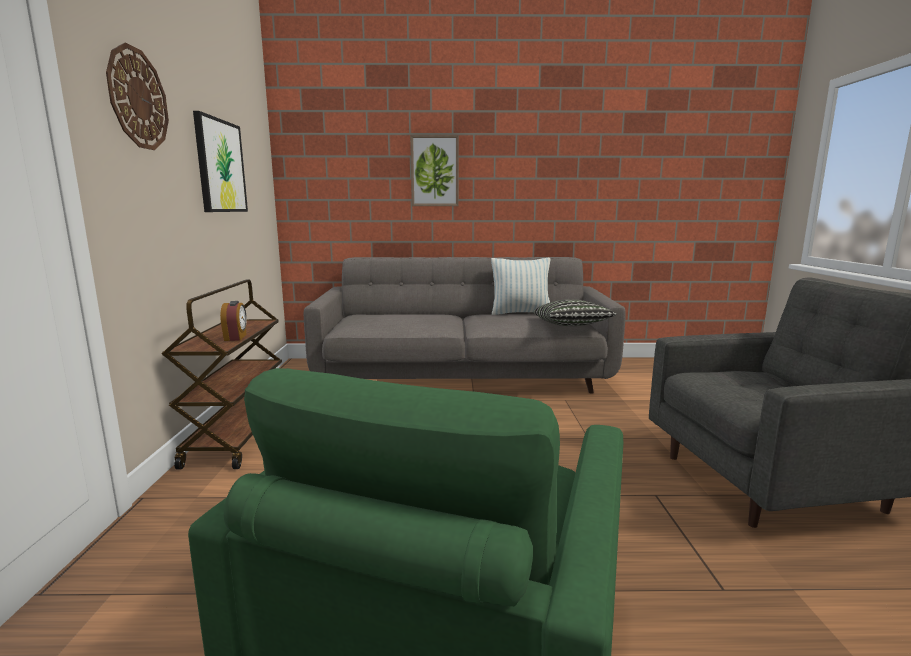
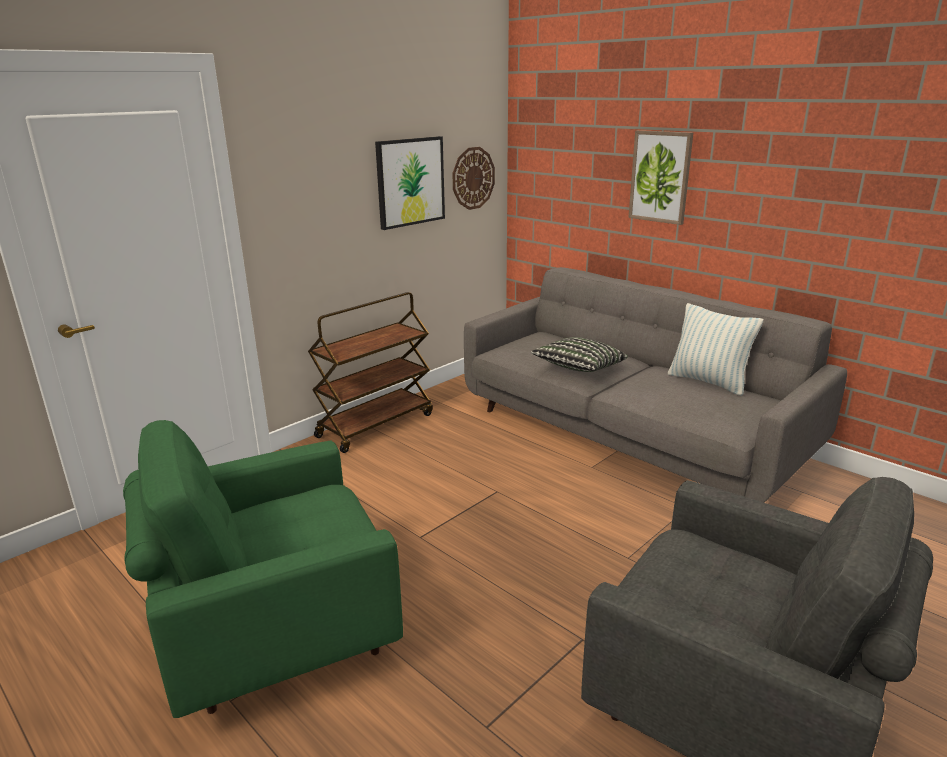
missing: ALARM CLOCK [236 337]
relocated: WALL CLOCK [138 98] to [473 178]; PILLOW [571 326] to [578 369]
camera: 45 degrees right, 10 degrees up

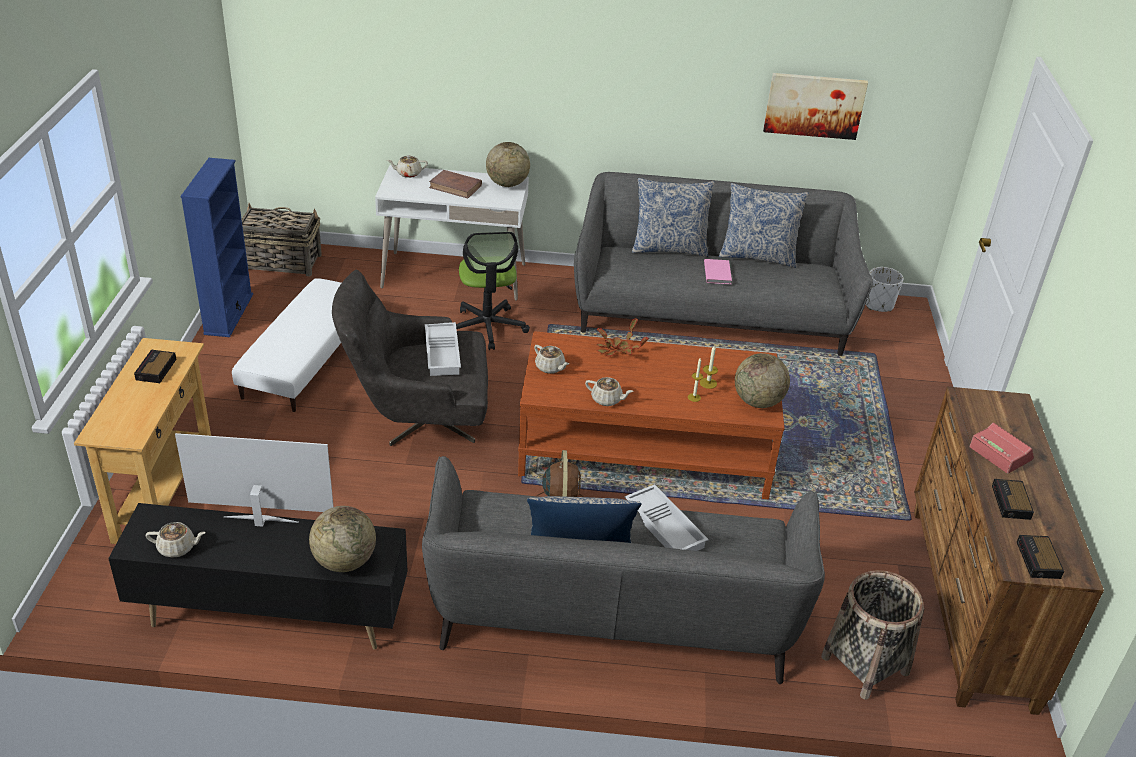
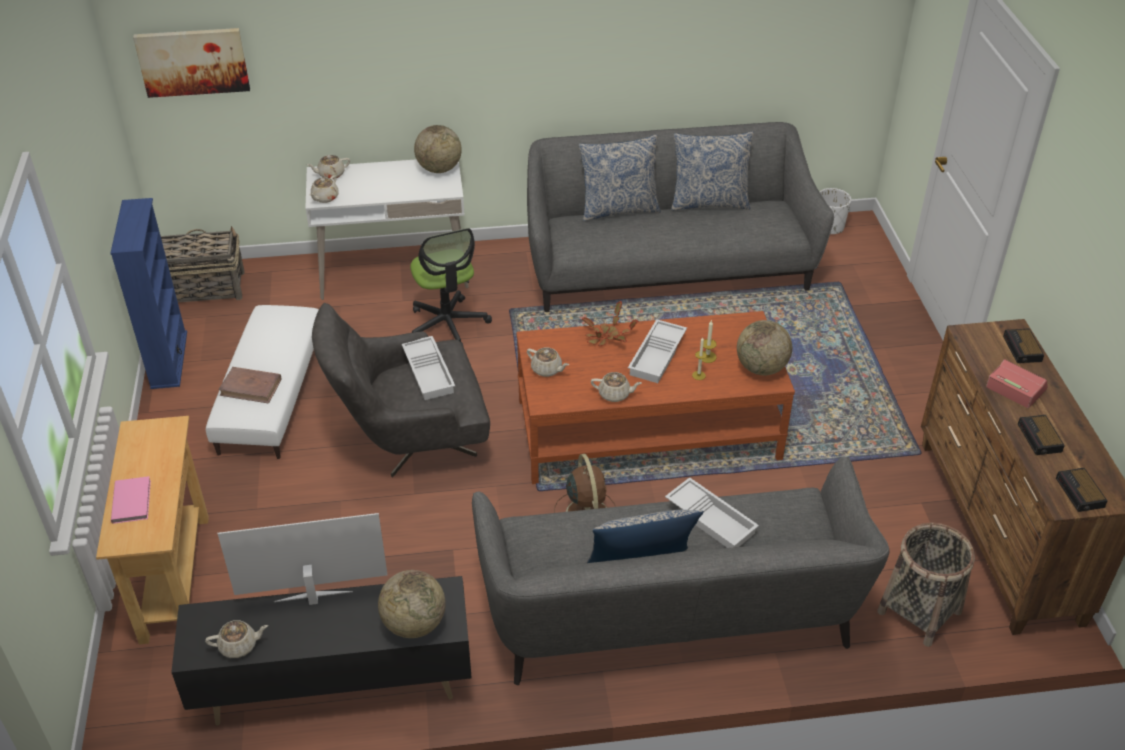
appeared: BEIGE TEAPOT [324 198]; WHITE TRAY [658 356]
relocated: ALARM CLOCK [155 370] to [1022 349]; BROWN BOOK [455 187] to [251 387]; PINK BOOK [718 273] to [133 501]; PICTURE [814 105] to [193 61]
camera: 10 degrees left, 5 degrees up

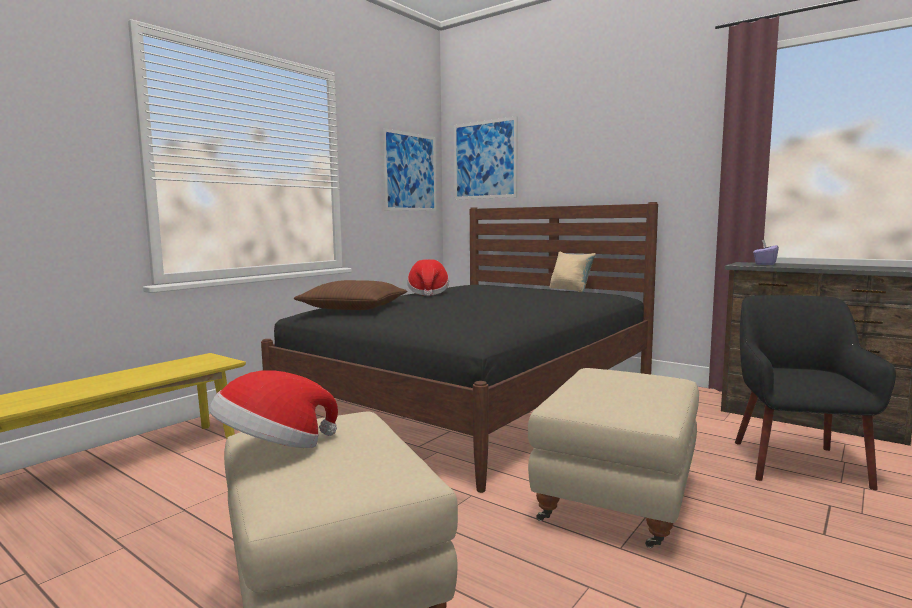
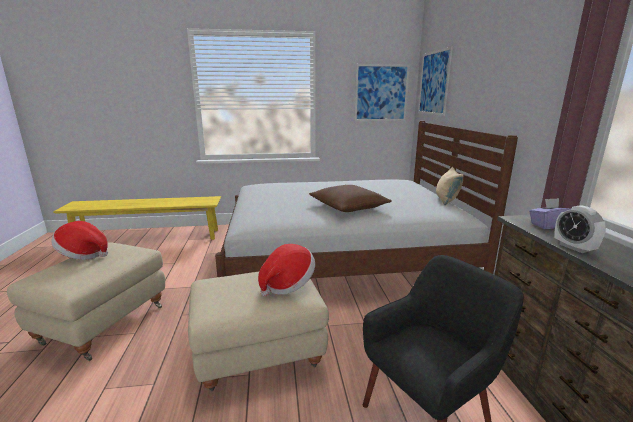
appeared: ALARM CLOCK [574 247]
relocated: BROWN PILLOW [353 308] to [348 206]; HAT [428 293] to [287 284]
colour: BLACK BED [476 398] to WHITE BED [341 259]
camera: 45 degrees right, 10 degrees up

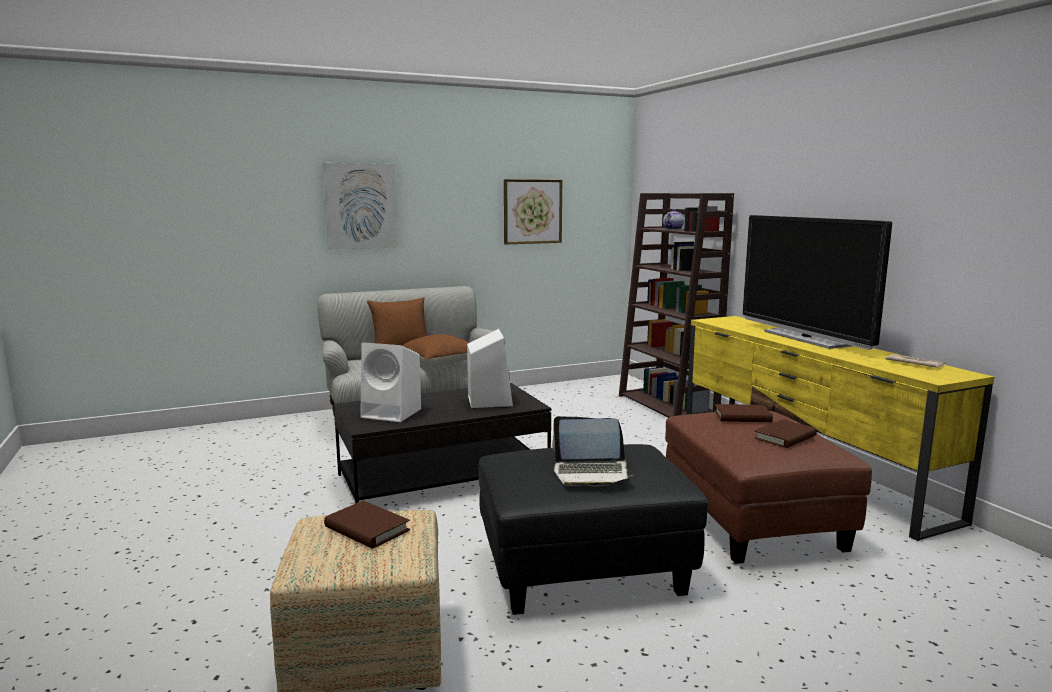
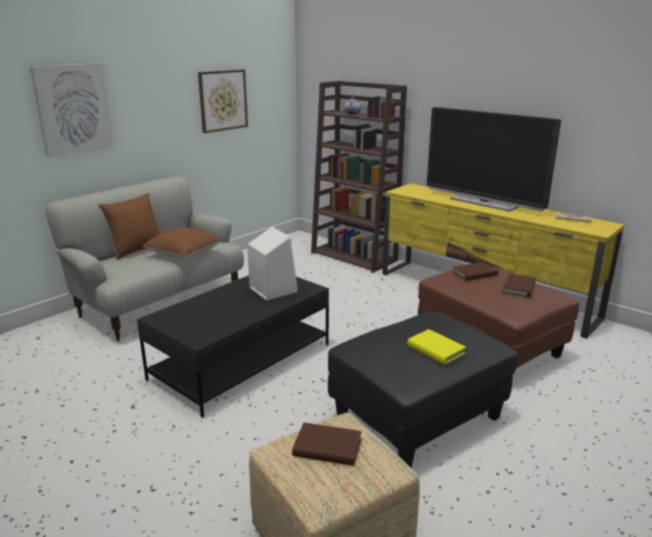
missing: WHITE SPEAKER [393 413]
exchanged: LAPTOP [591 473] to YELLOW BOOK [435 349]
camera: 25 degrees left, 10 degrees up

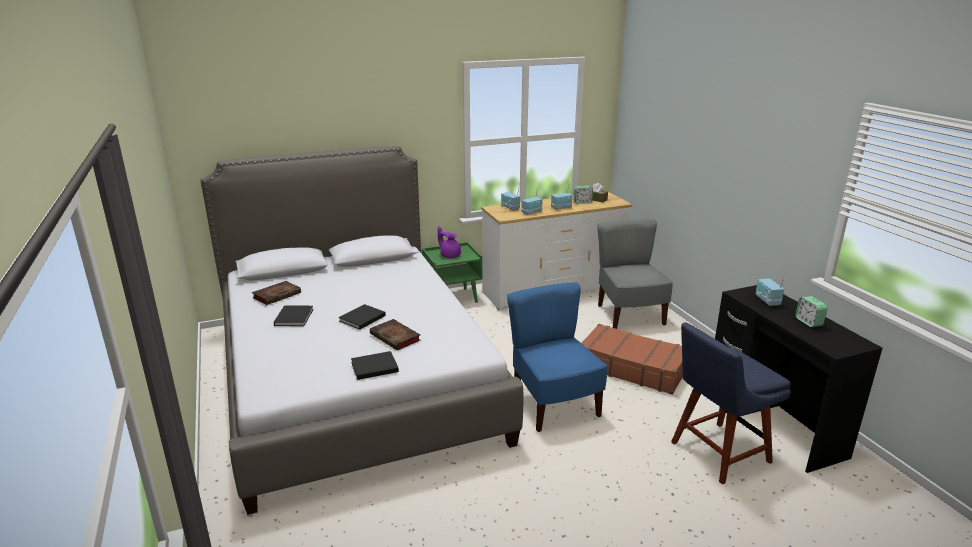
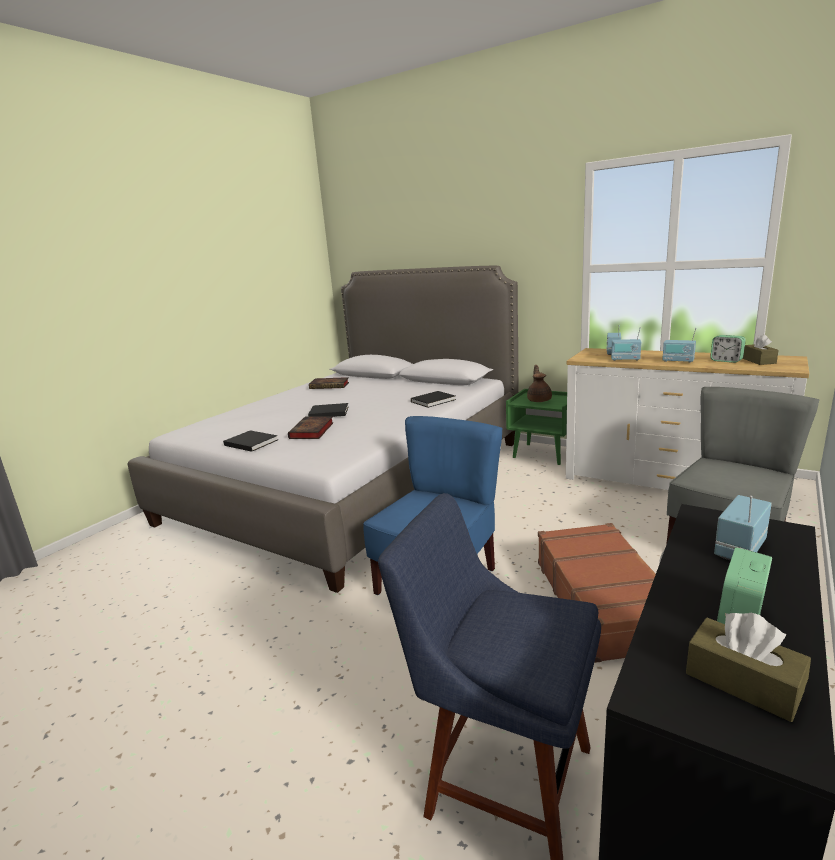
appeared: BROWN TISSUE BOX [743 682]
relocated: BLACK BOOK [294 316] to [434 400]
colour: PURPLE TEAPOT [450 255] to BROWN TEAPOT [539 400]
camera: 55 degrees right, 5 degrees down

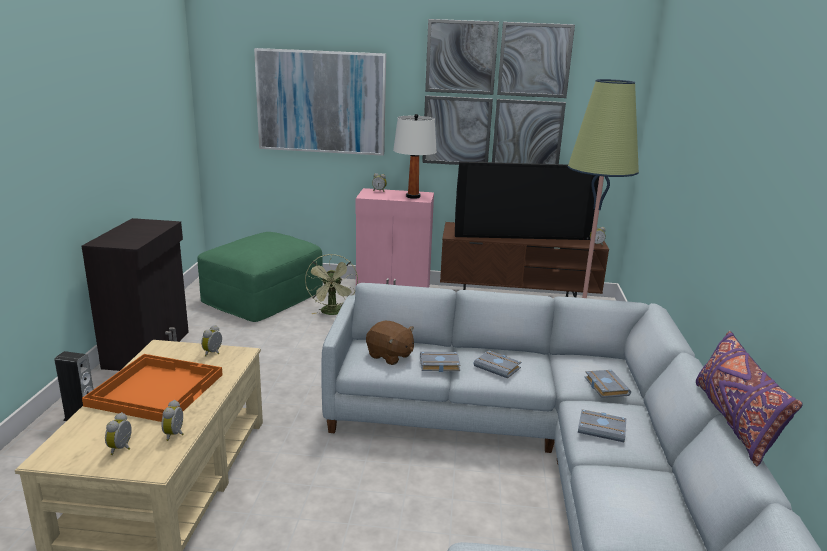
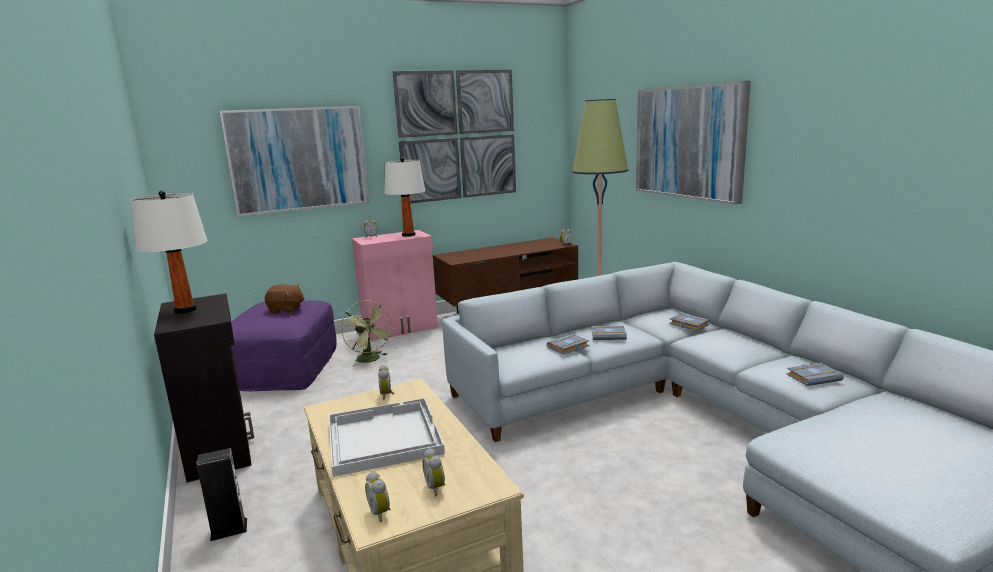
missing: TELEVISION [522 236]; PURPLE PILLOW [734 421]
appeared: WHITE TABLE LAMP [185 310]; PICTURE [689 142]
relocated: ALARM CLOCK [176 434] to [381 513]; BROWN PLUSH TOY [390 356] to [286 310]; GREY BOOK [602 429] to [813 377]
colour: ORANGE TRAY [156 389] to WHITE TRAY [382 437]; GREEN OTTOMAN [263 296] to PURPLE OTTOMAN [282 367]
camera: 30 degrees left, 5 degrees down

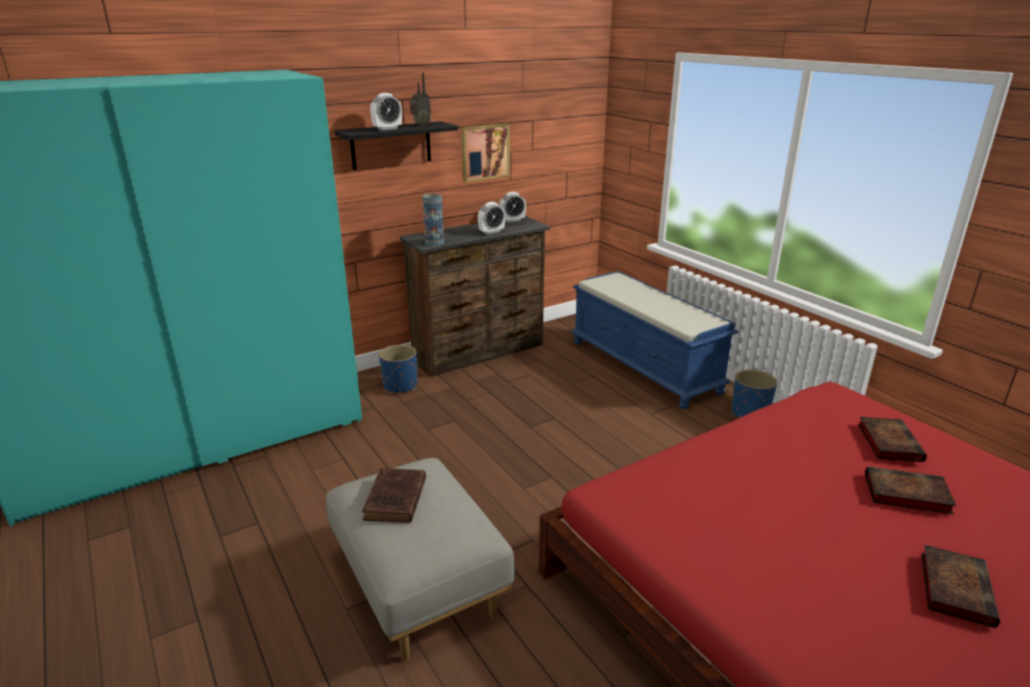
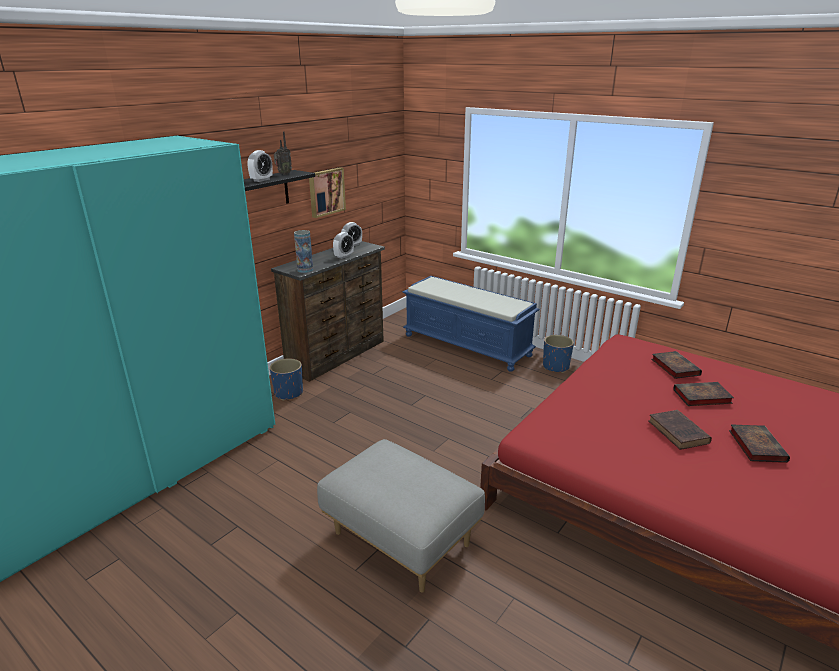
relocated: BROWN BOOK [395 500] to [679 433]
camera: 20 degrees left, 0 degrees up

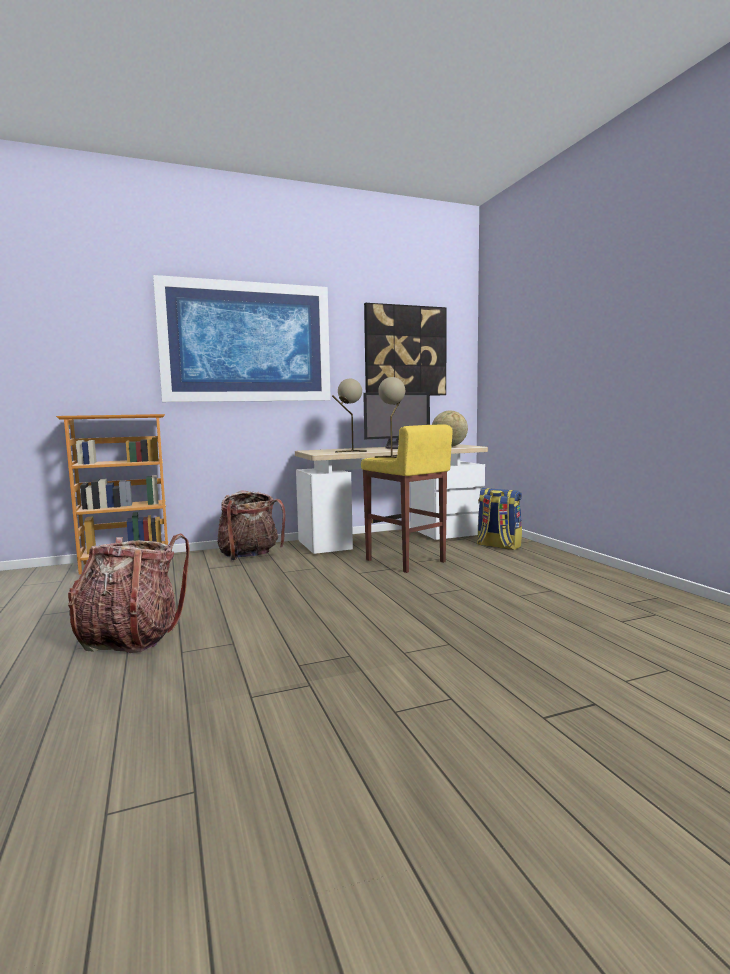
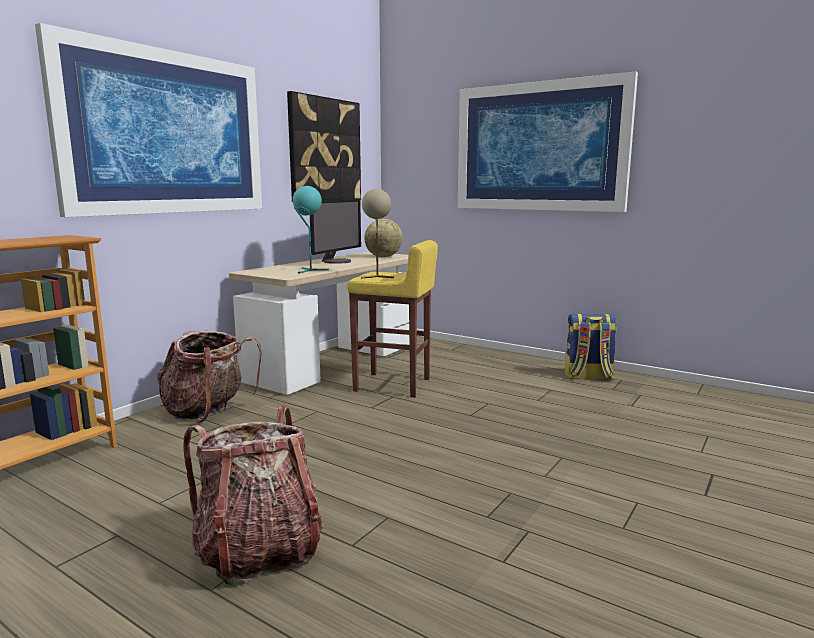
appeared: PICTURE [539 147]
relocated: BACKPACK [498 546] to [588 377]
colour: BEIGE TABLE LAMP [350 451] to TURQUOISE TABLE LAMP [309 271]
camera: 35 degrees left, 5 degrees up

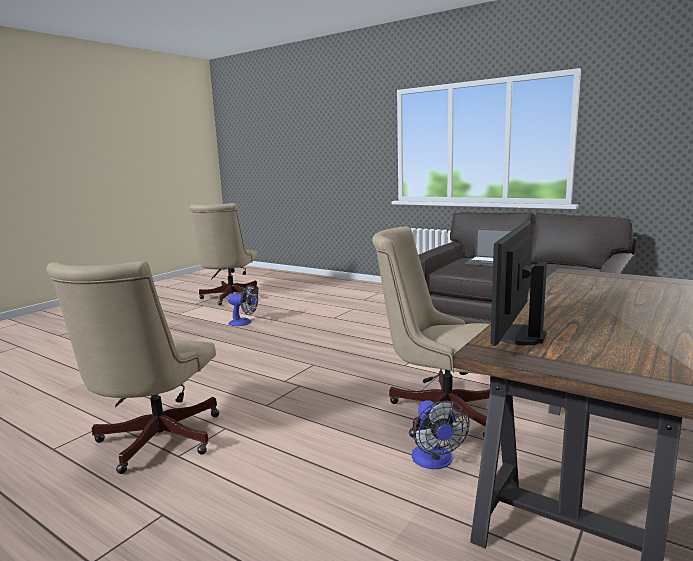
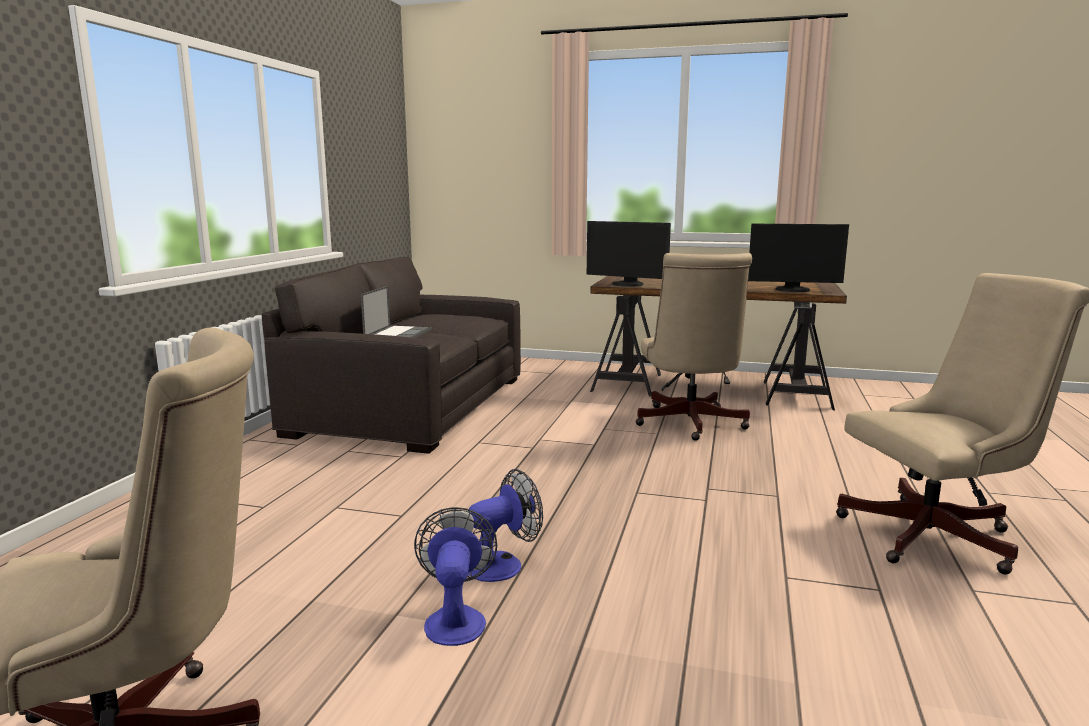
appeared: MONITOR [627 284]
relocated: FAN [435 461] to [503 564]
camera: 110 degrees left, 0 degrees up

